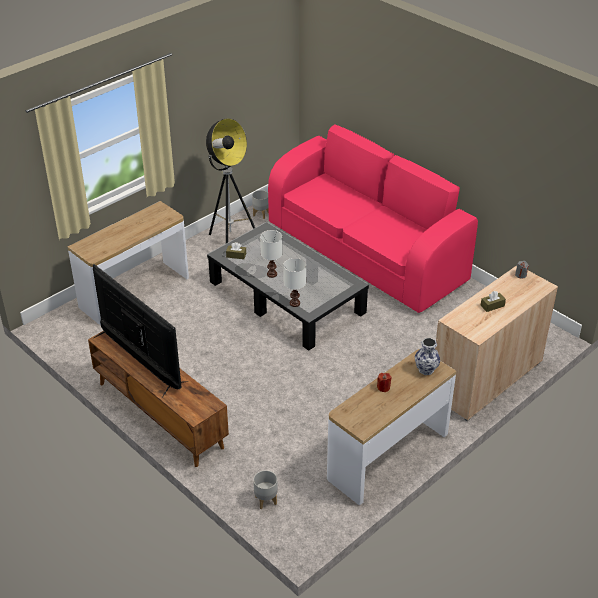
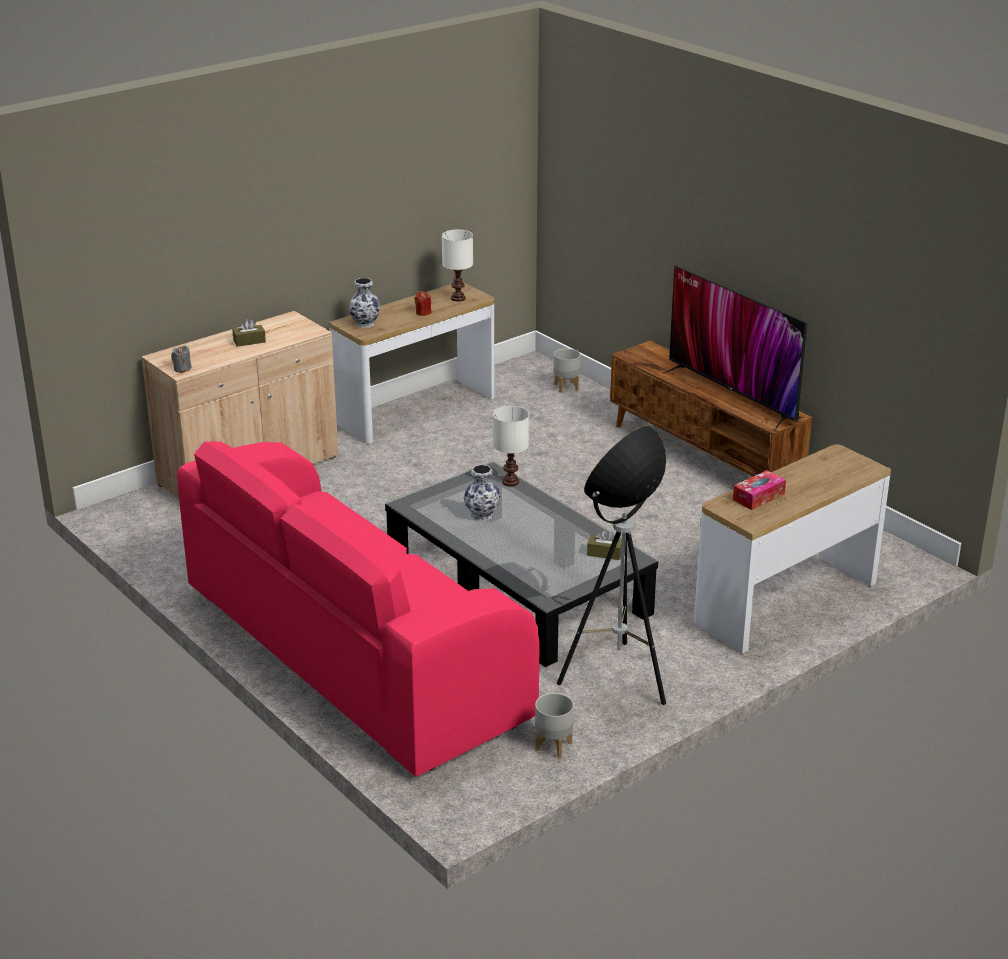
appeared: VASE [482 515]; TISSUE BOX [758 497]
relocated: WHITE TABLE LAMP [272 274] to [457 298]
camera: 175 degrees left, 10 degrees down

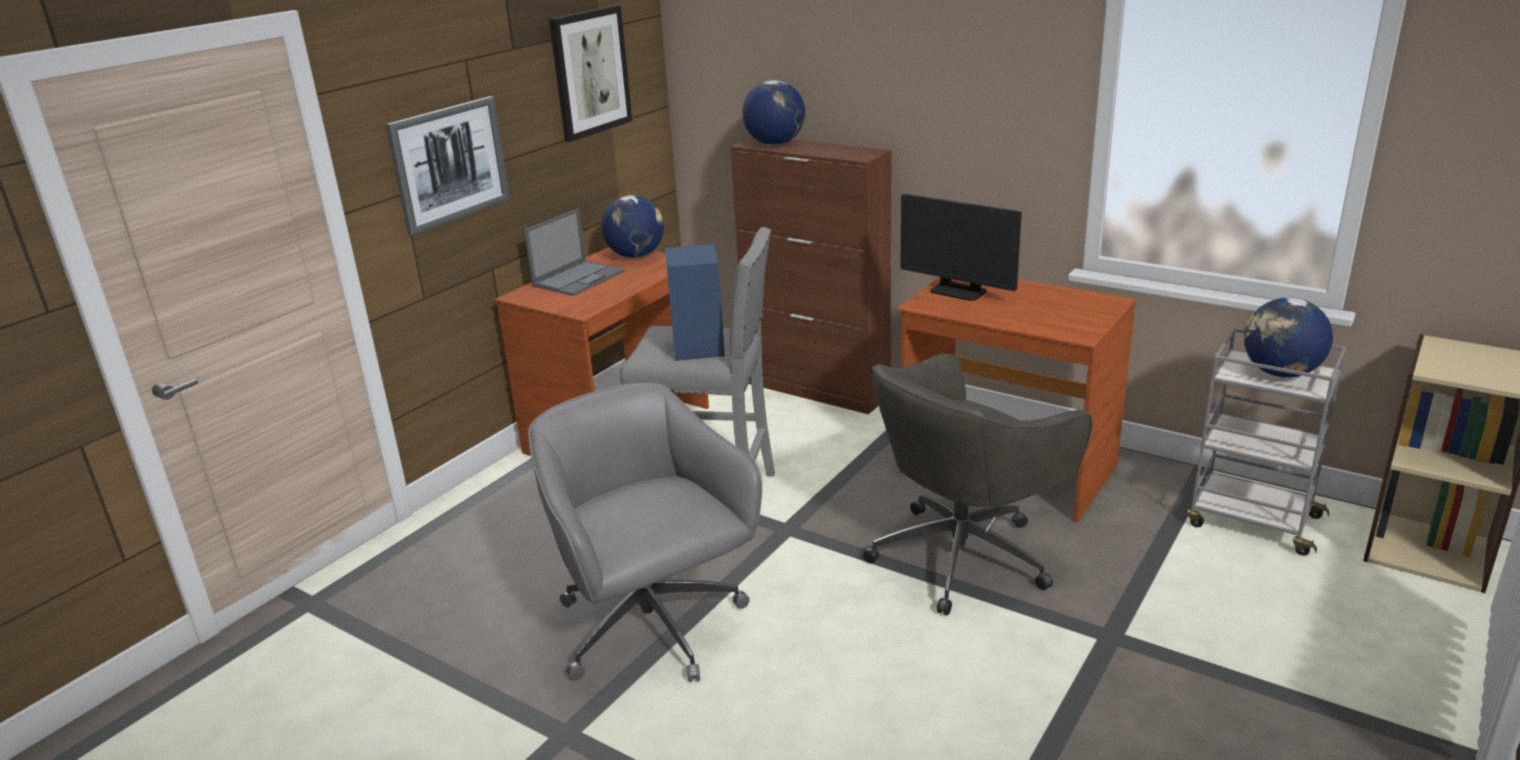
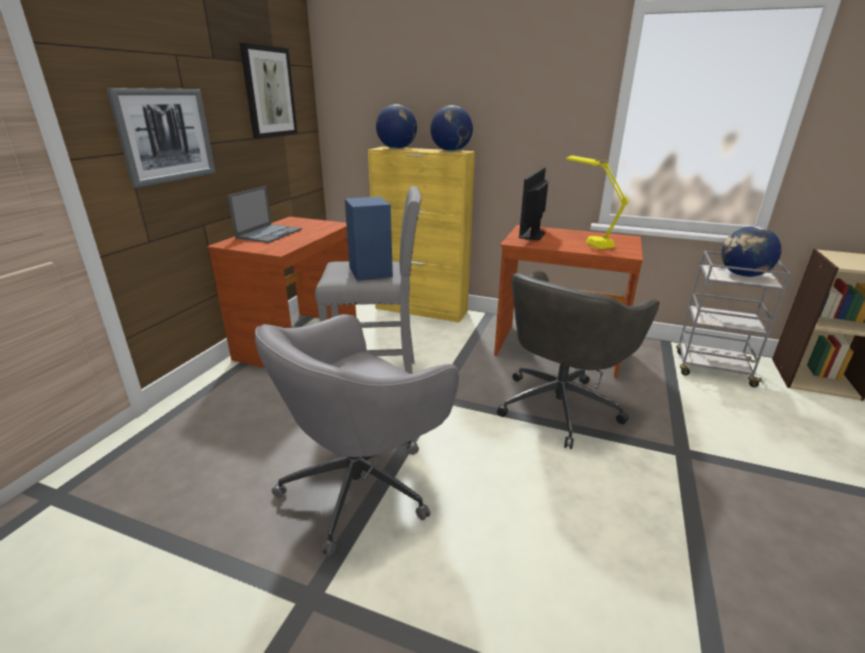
appeared: YELLOW TABLE LAMP [586 240]
relocated: GLOBE [636 255] to [451 151]
colour: BROWN CABINET [817 389] to YELLOW CABINET [421 310]
spun: GREY OFFICE CHAIR [652 629] = [362 485] 90 degrees counterclockwise; MONITOR [958 291] = [532 235] 90 degrees clockwise
camera: 15 degrees left, 0 degrees up

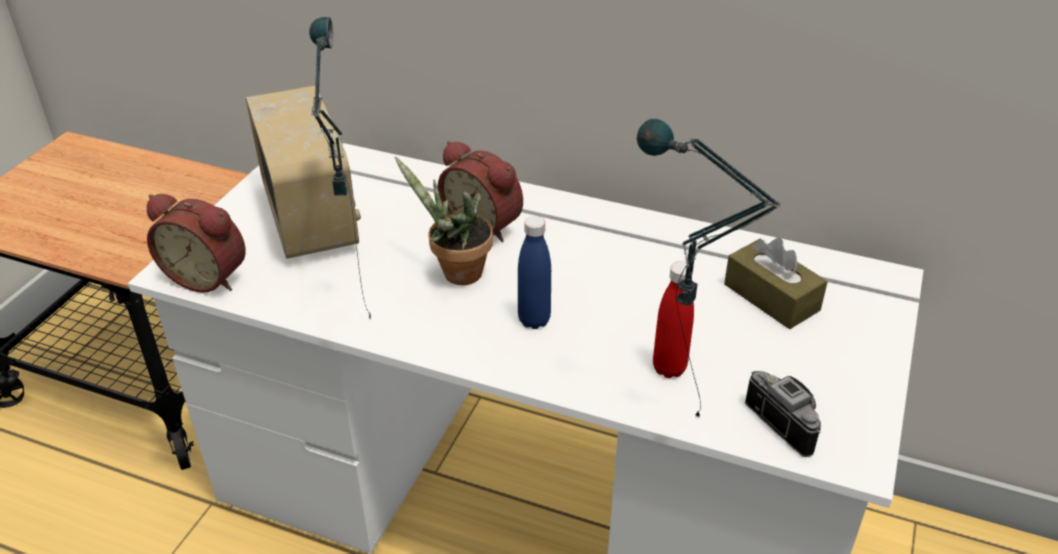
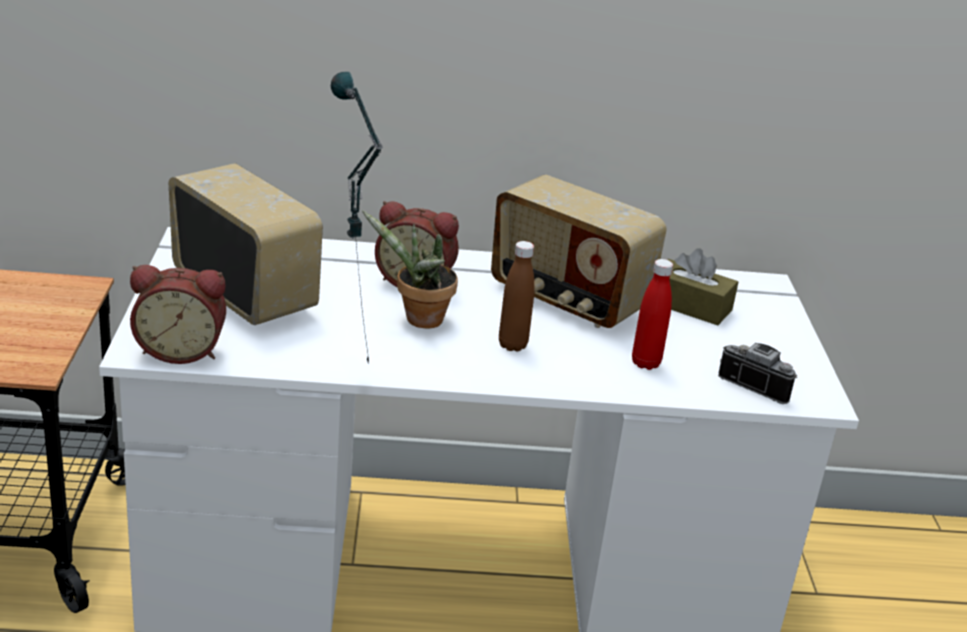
missing: TABLE LAMP [674 422]
appeared: RADIO [567 300]
colour: BLUE BOTTLE [534 320] to BROWN BOTTLE [512 345]
camera: 25 degrees left, 10 degrees down

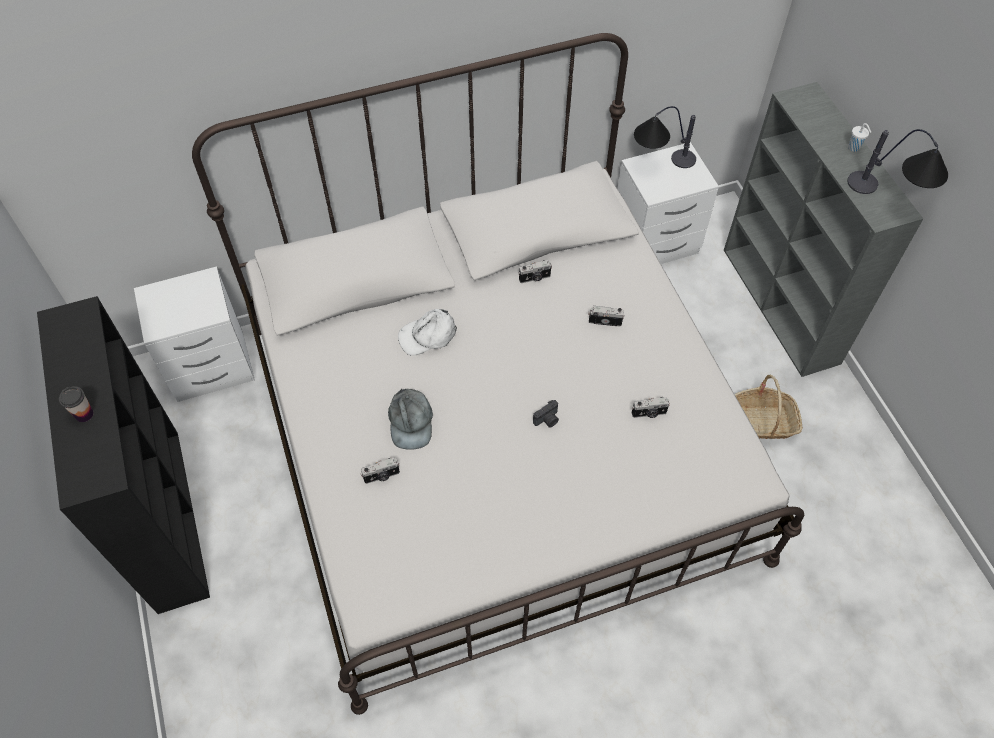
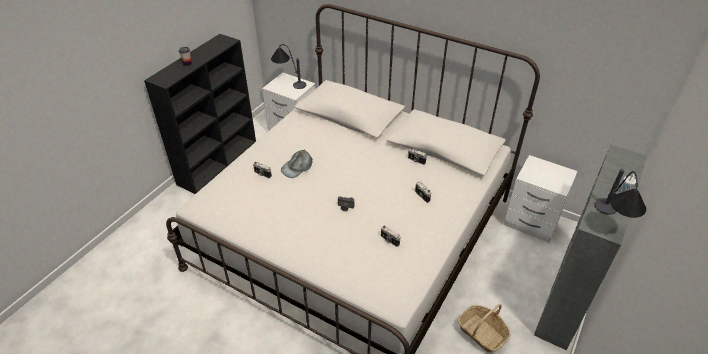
missing: WHITE CAP [428 335]
relocated: TABLE LAMP [660 164] to [288 81]
camera: 50 degrees right, 15 degrees down

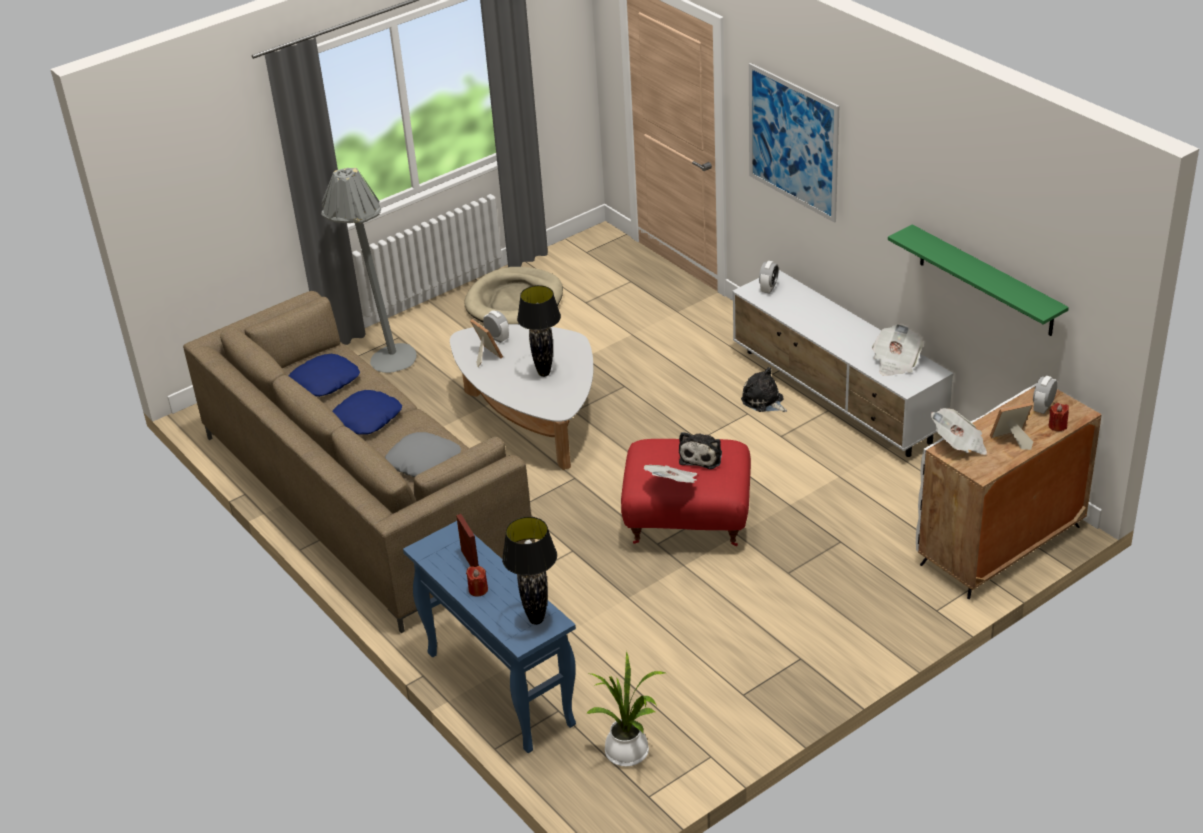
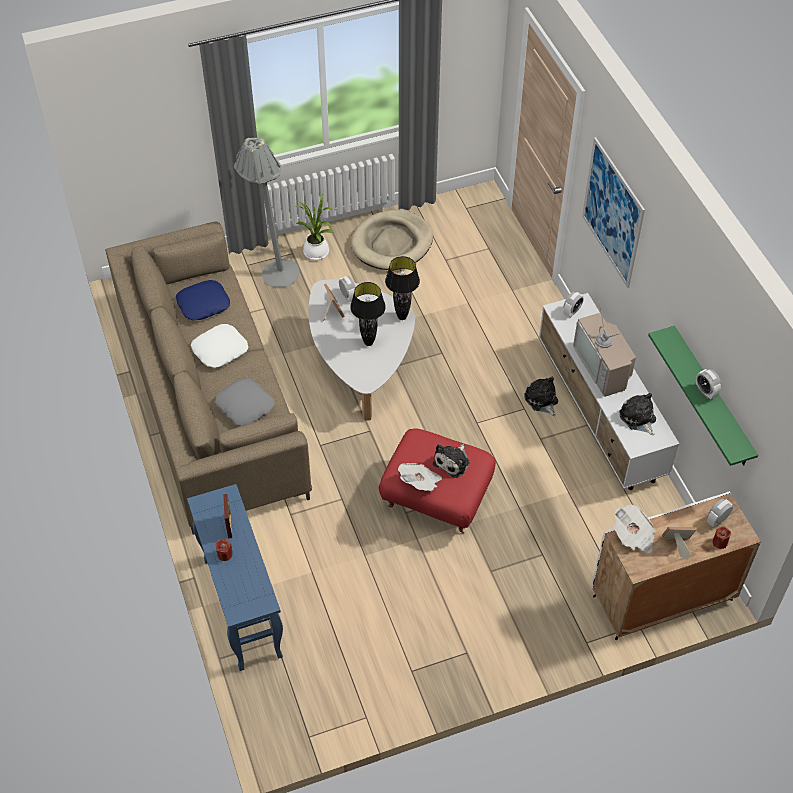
appeared: TELEVISION [603 367]; ALARM CLOCK [705 392]
relocated: BLACK TABLE LAMP [536 620] to [402 317]; POTTED PLANT [630 754] to [317 253]
exchanged: NEWSPAPER [895 362] to PLUSH TOY [638 418]
colour: BLUE PILLOW [366 418] to WHITE PILLOW [220 349]
camera: 15 degrees right, 15 degrees up

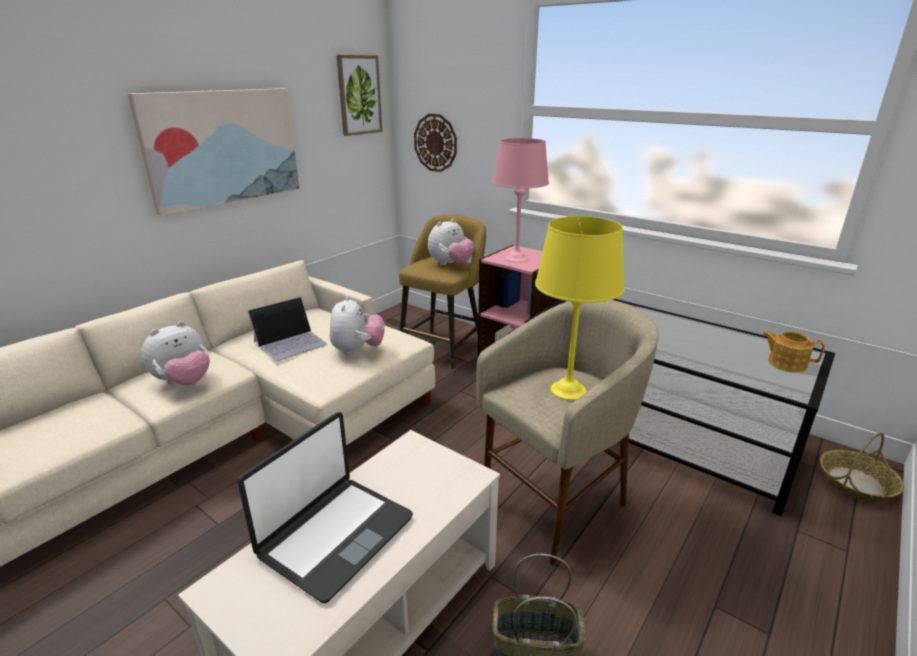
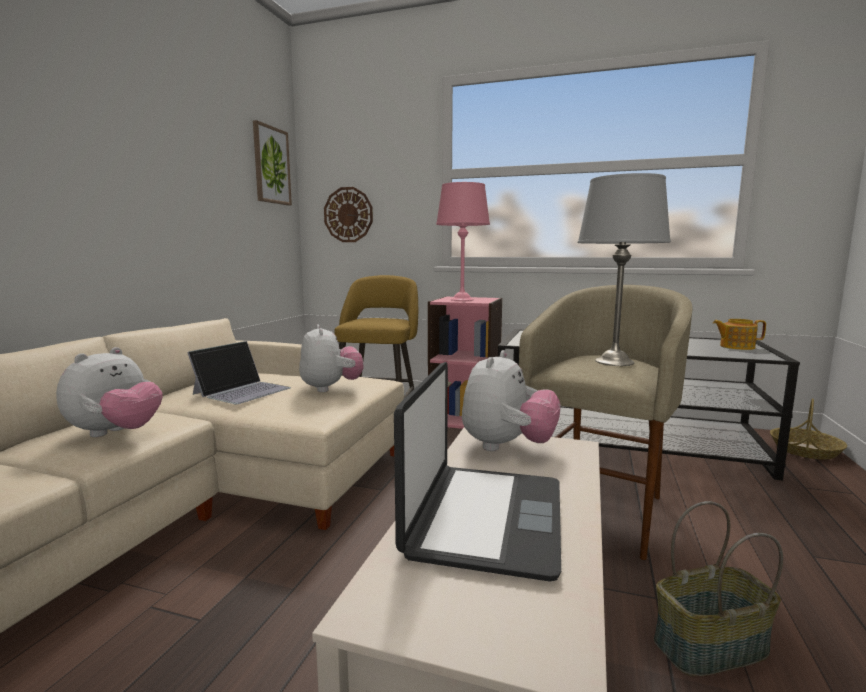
missing: PICTURE [223 147]
relocated: PLUSH TOY [450 264] to [507 447]
colour: YELLOW TABLE LAMP [568 390] to GREY TABLE LAMP [614 361]
camera: 20 degrees left, 15 degrees down

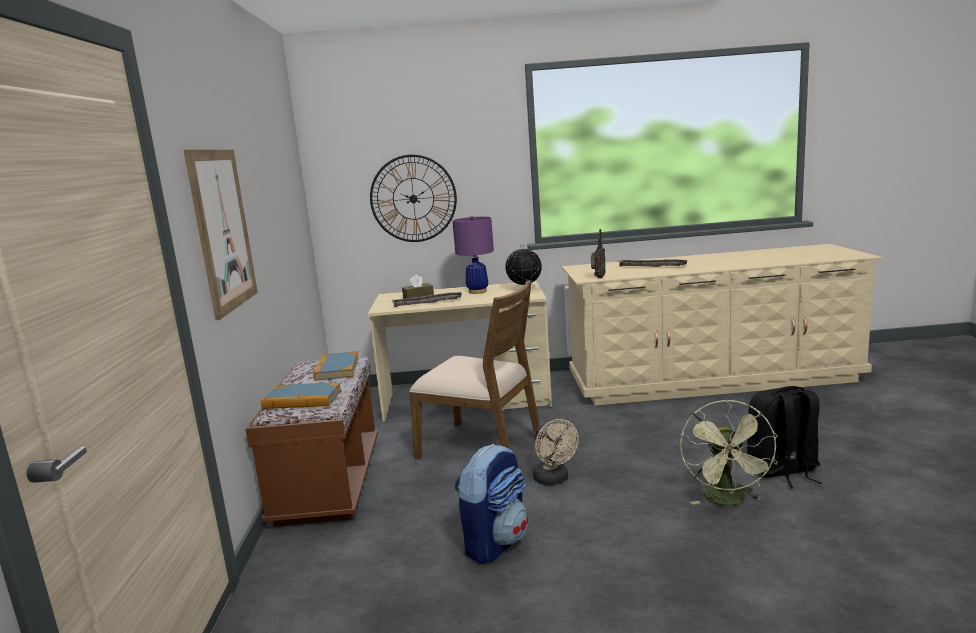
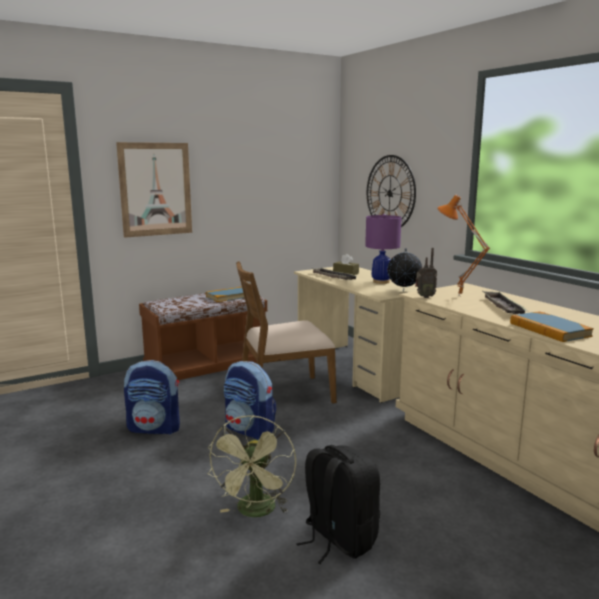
appeared: ORANGE TABLE LAMP [458 296]
relocated: BOOK [302 399] to [549 329]
exchanged: BEIGE FAN [554 480] to BACKPACK [250 430]
spun: BROWN CHAIR [481 447] = [284 394] 75 degrees clockwise; GREEN FAN [728 501] = [256 512] 60 degrees counterclockwise
camera: 60 degrees right, 0 degrees up

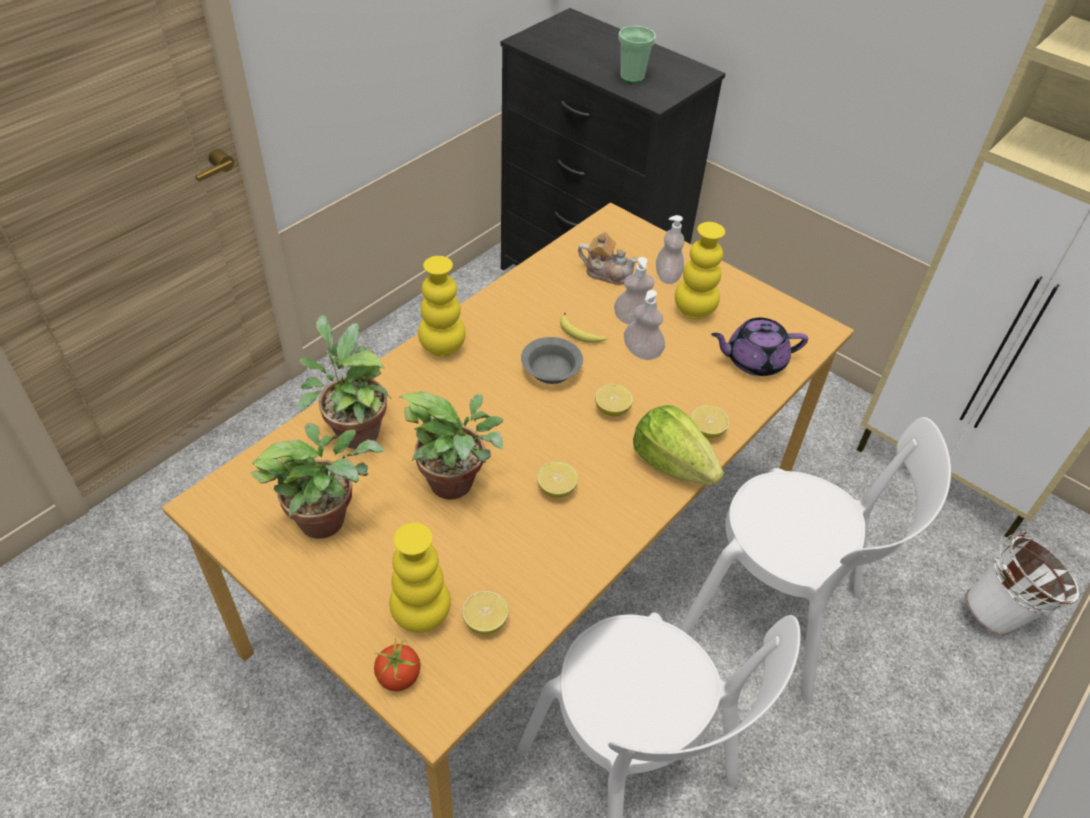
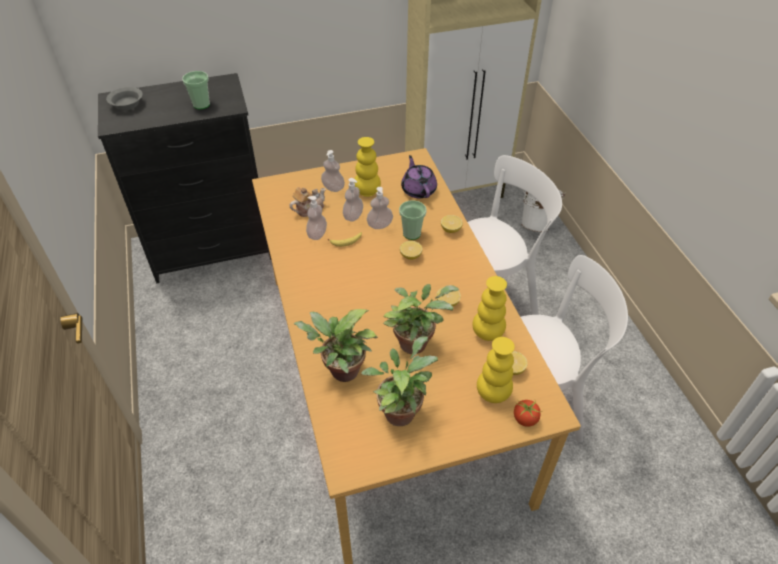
missing: LETTUCE [672 464]
appeared: SOAP DISPENSER [317 234]; CUP [411 233]
relocated: YELLOW VASE [442 347] to [487 333]; GREY BOWL [550 370] to [126 105]
spun: PURPLE TEAPOT [754 360] = [418 189] 135 degrees clockwise
camera: 55 degrees left, 0 degrees up

